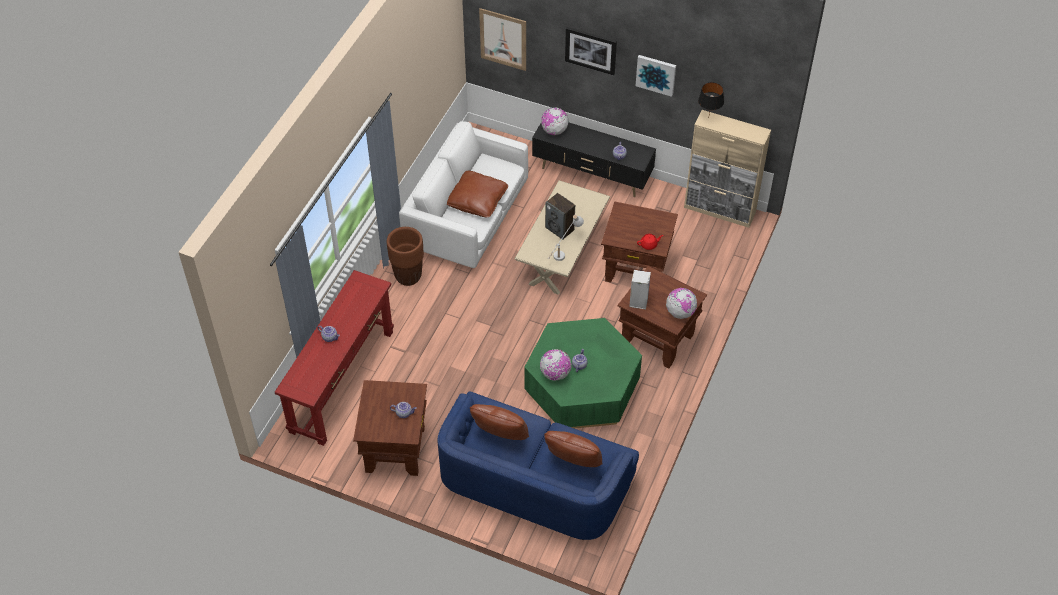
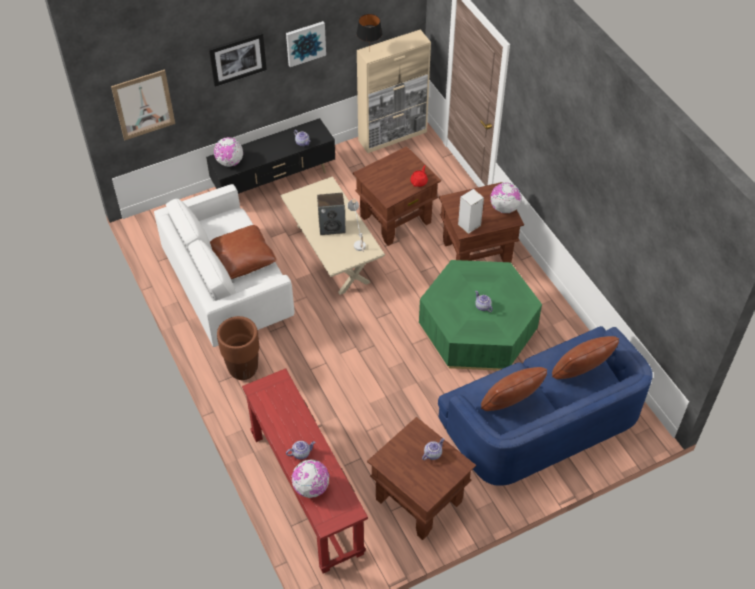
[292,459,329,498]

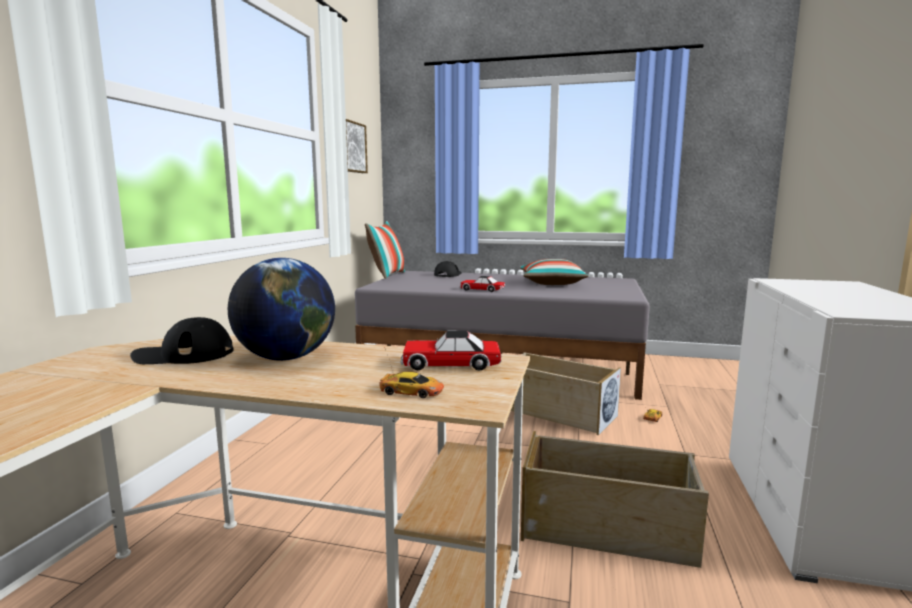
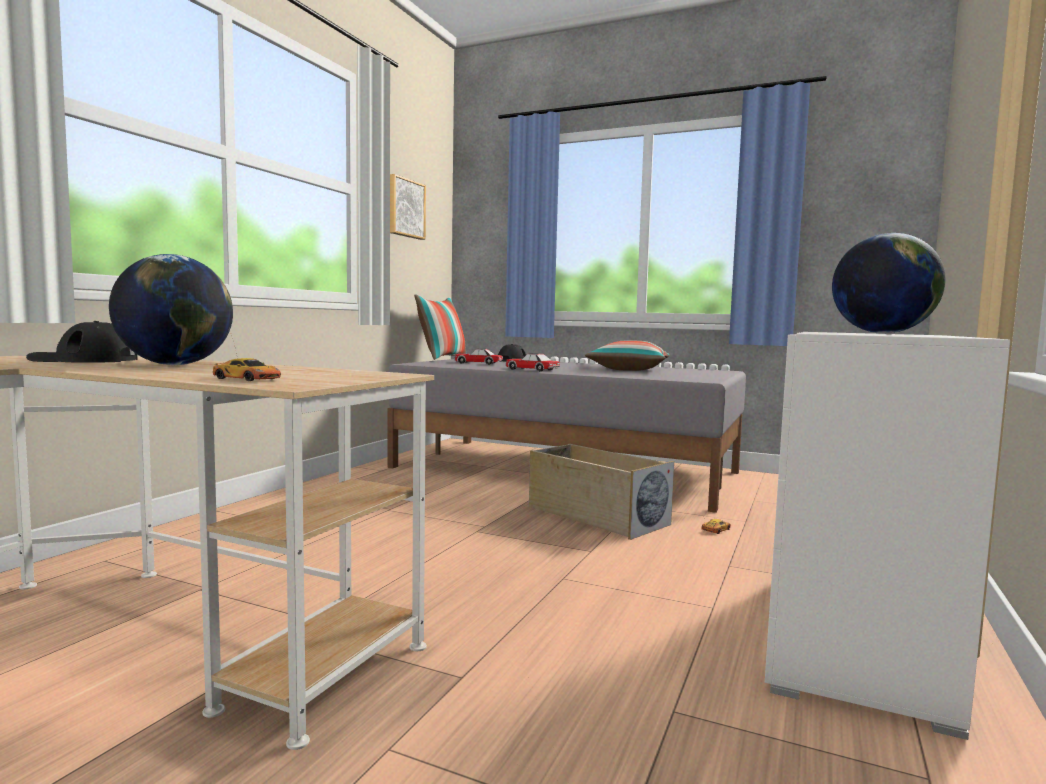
[454,349,503,364]
[521,431,709,568] (first image)
[832,233,946,333]

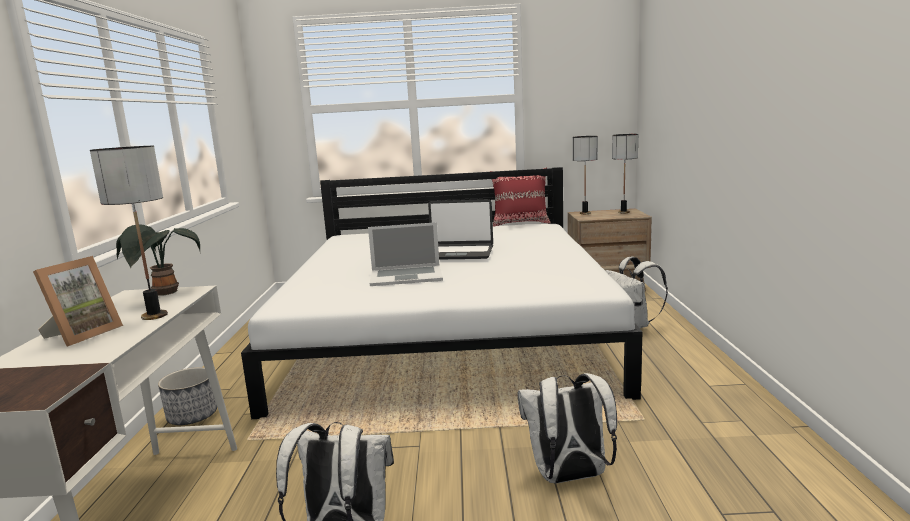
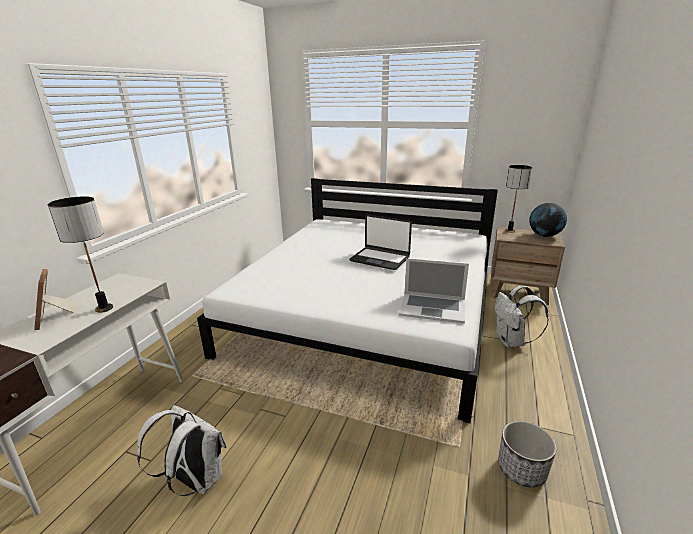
[34,269,79,330]
[116,224,201,296] (first image)
[498,421,557,487]
[399,258,469,324]
[489,168,551,227] (first image)
[517,373,617,483] (first image)
[529,203,567,237]

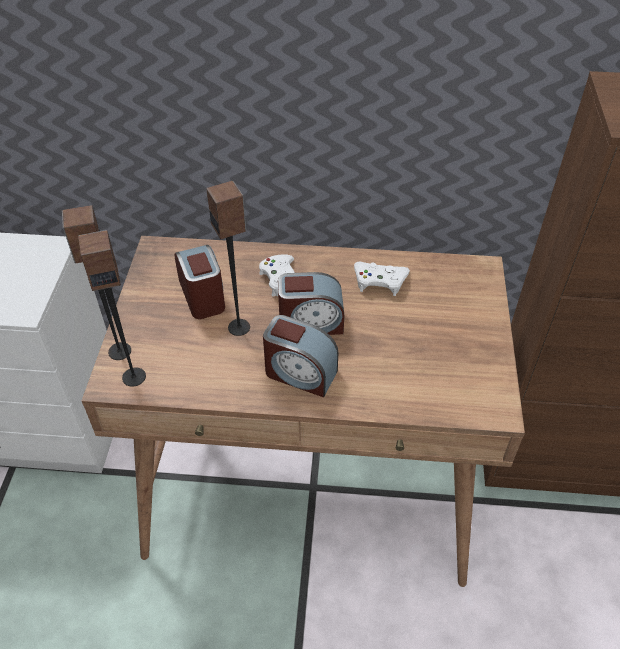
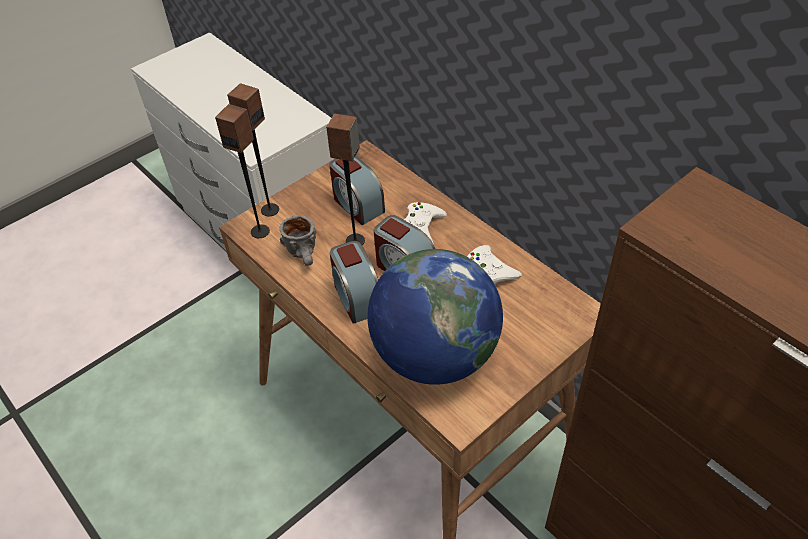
[329,156,385,225]
[280,215,316,266]
[367,249,503,385]

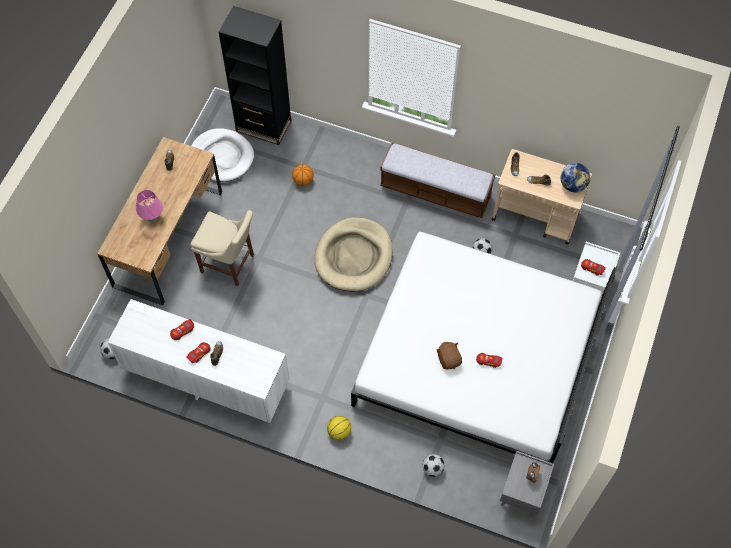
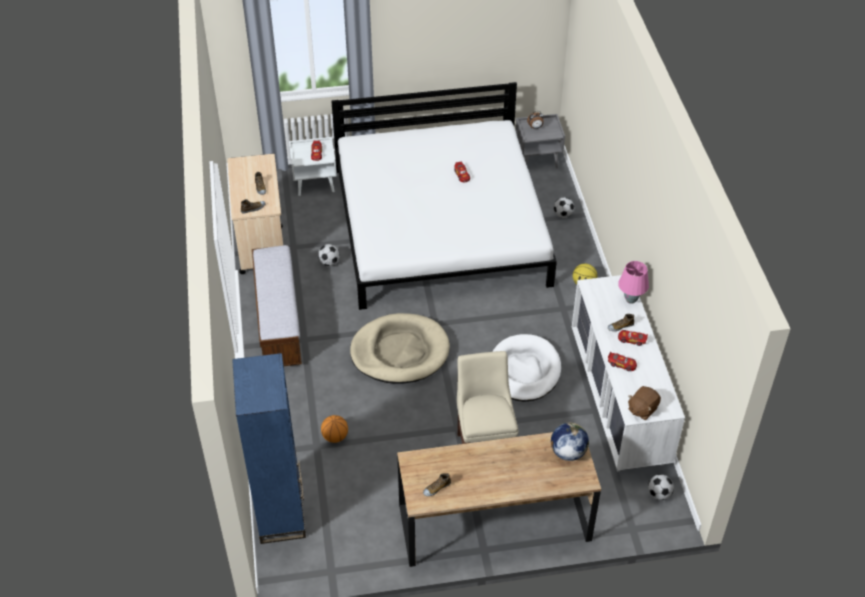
[618,261,649,304]
[492,334,561,402]
[232,353,306,544]
[628,386,661,420]
[551,422,589,461]

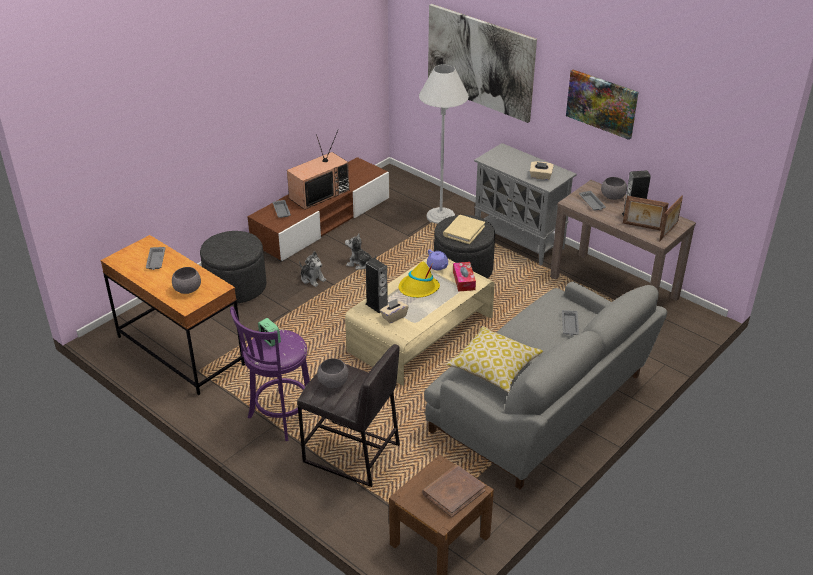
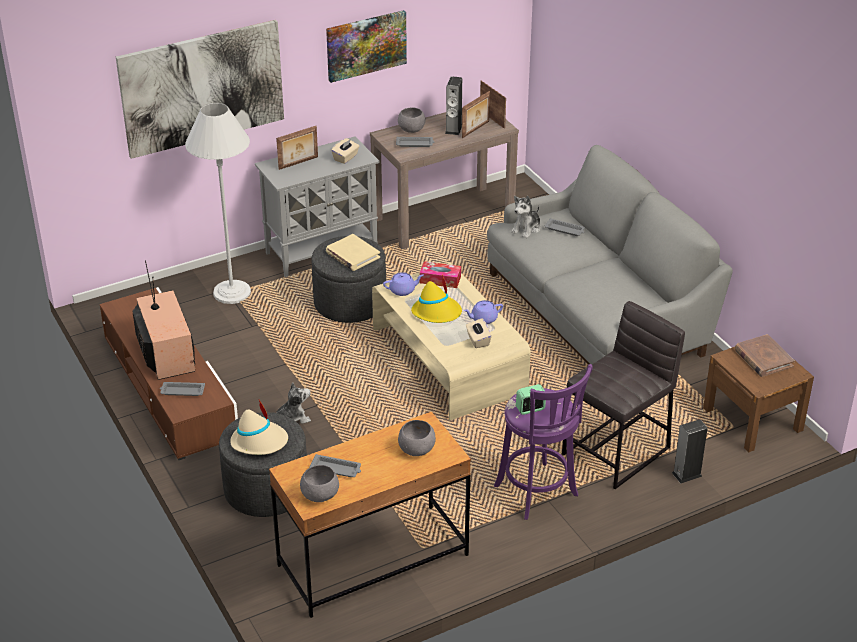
[300,465,339,502]
[511,196,541,238]
[672,419,707,483]
[446,326,543,392] (first image)
[230,400,288,455]
[276,126,318,170]
[463,300,503,324]

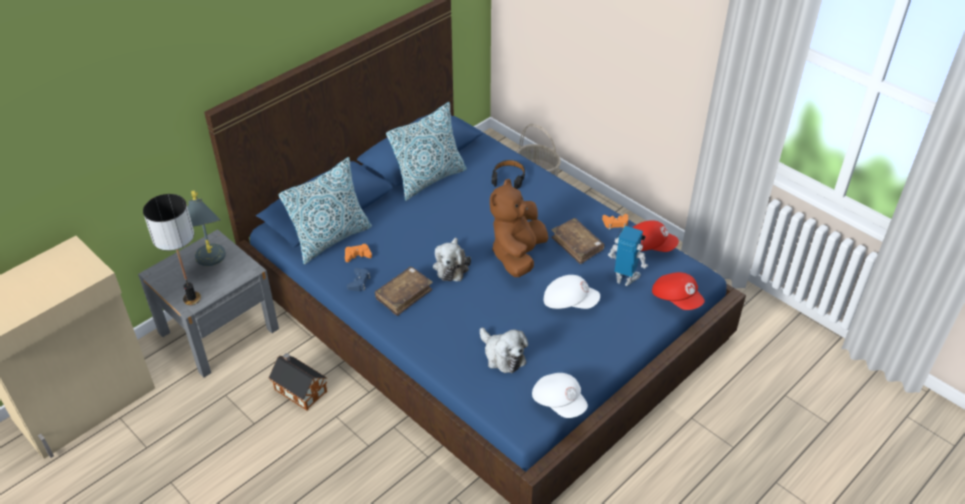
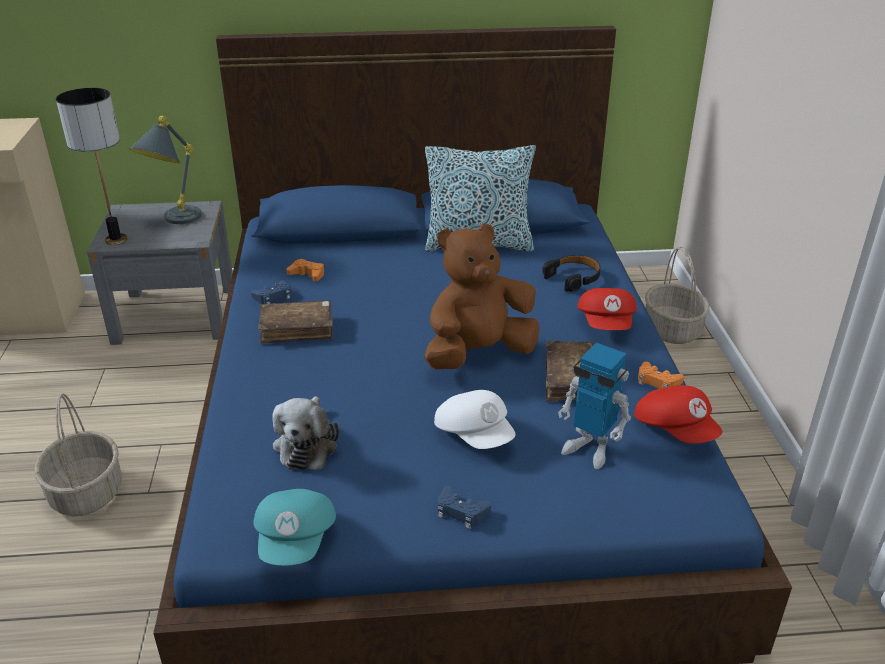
[269,353,327,411] (first image)
[278,157,372,265] (first image)
[433,238,471,281] (first image)
[253,489,336,566]
[558,343,631,469]
[577,288,637,330]
[34,394,122,516]
[438,486,491,529]

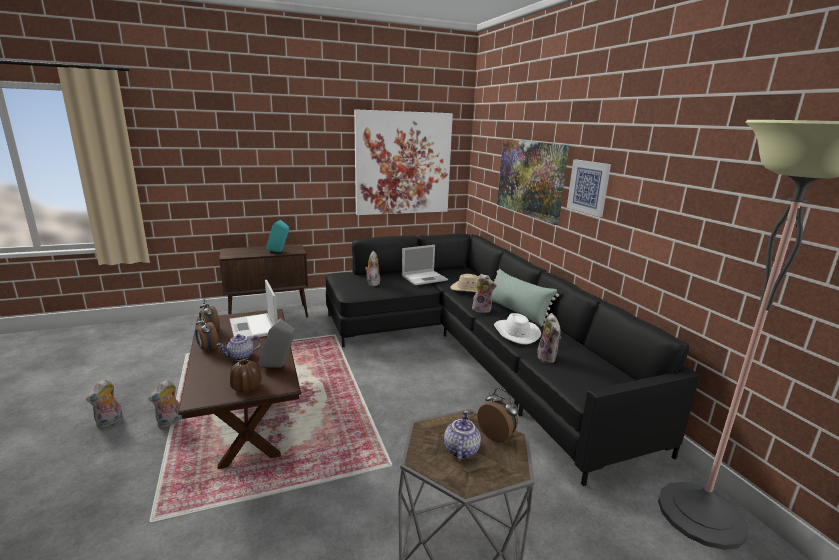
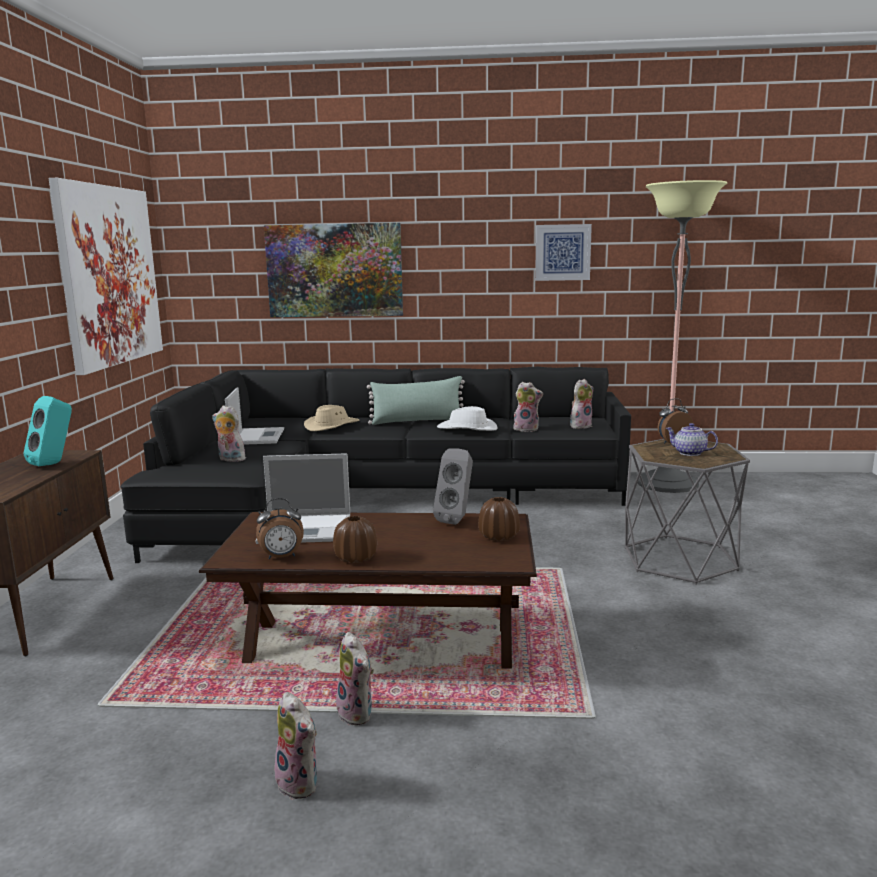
[333,516,377,563]
[217,334,262,361] (first image)
[570,379,593,429]
[535,224,592,281]

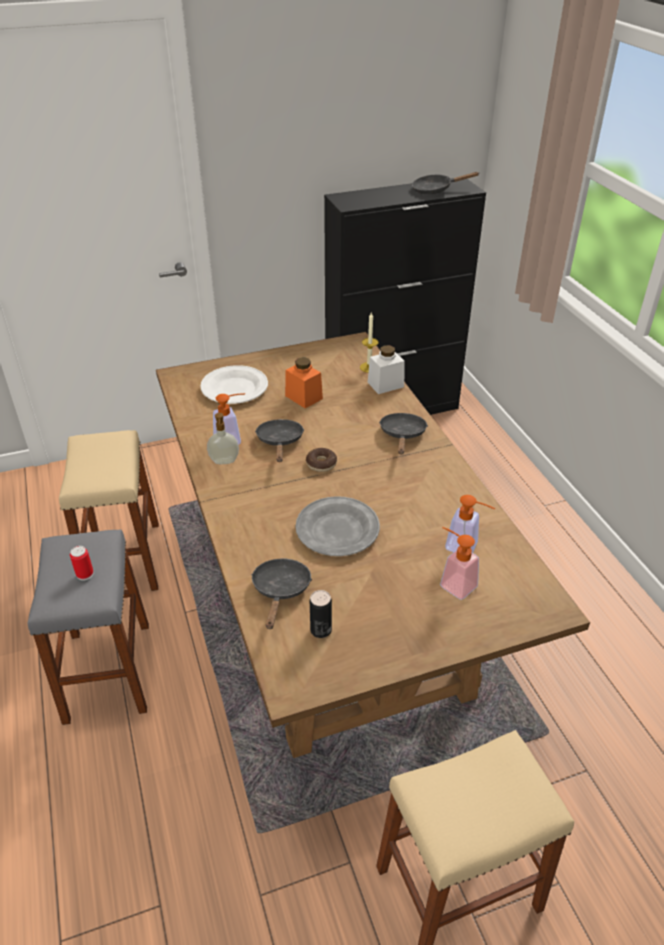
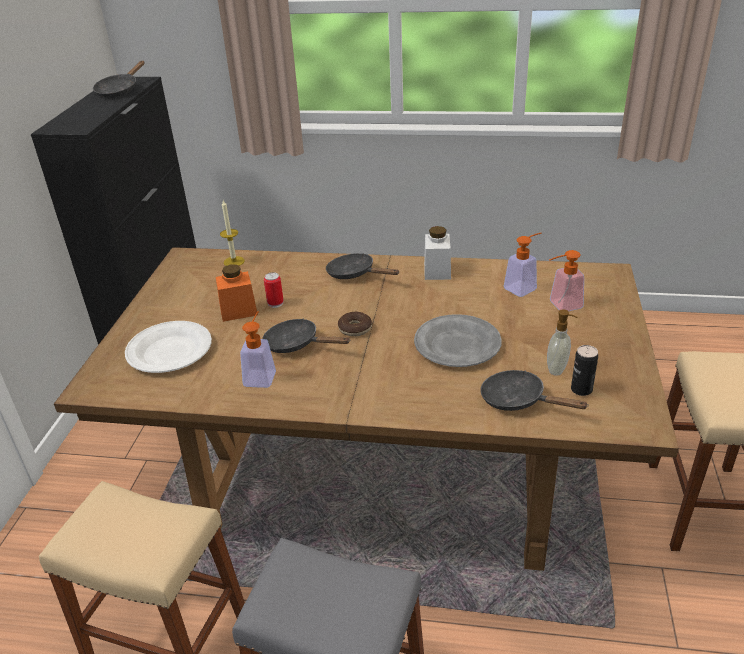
[264,272,284,308]
[547,309,577,376]
[424,226,451,280]

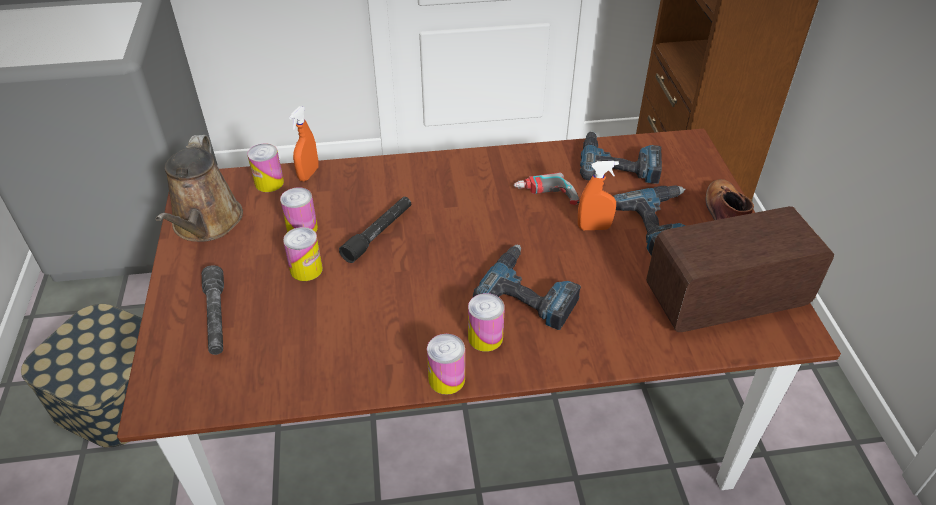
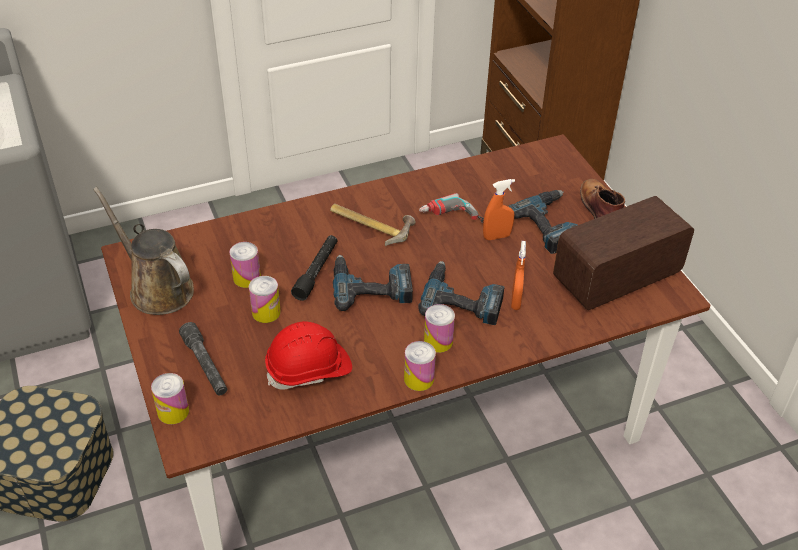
[93,187,194,315]
[151,373,189,424]
[511,241,526,310]
[333,255,413,311]
[265,321,352,390]
[330,204,416,246]

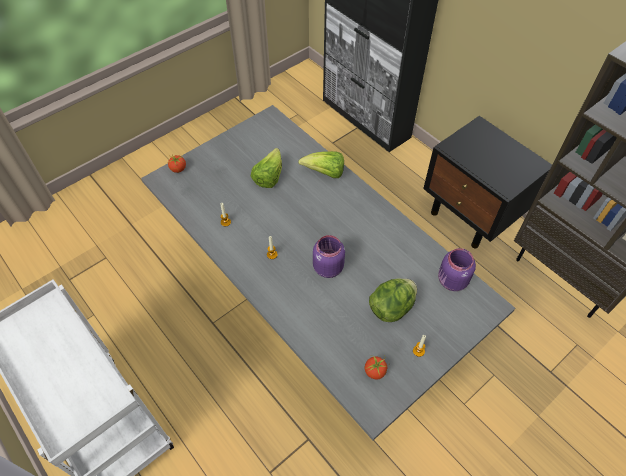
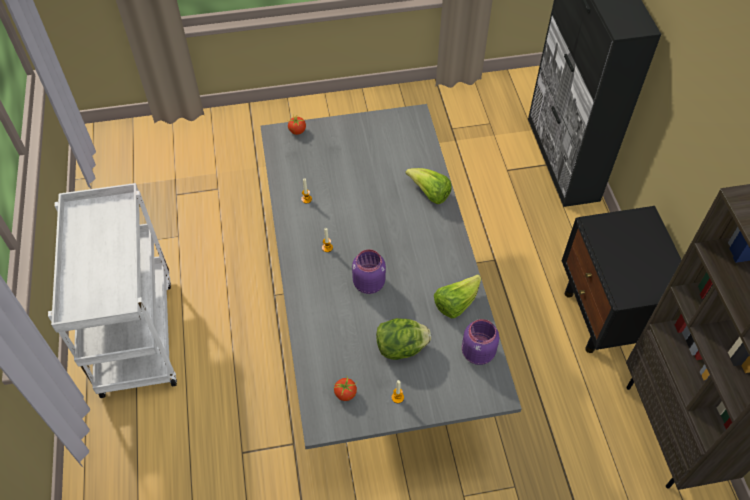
[434,274,481,318]

